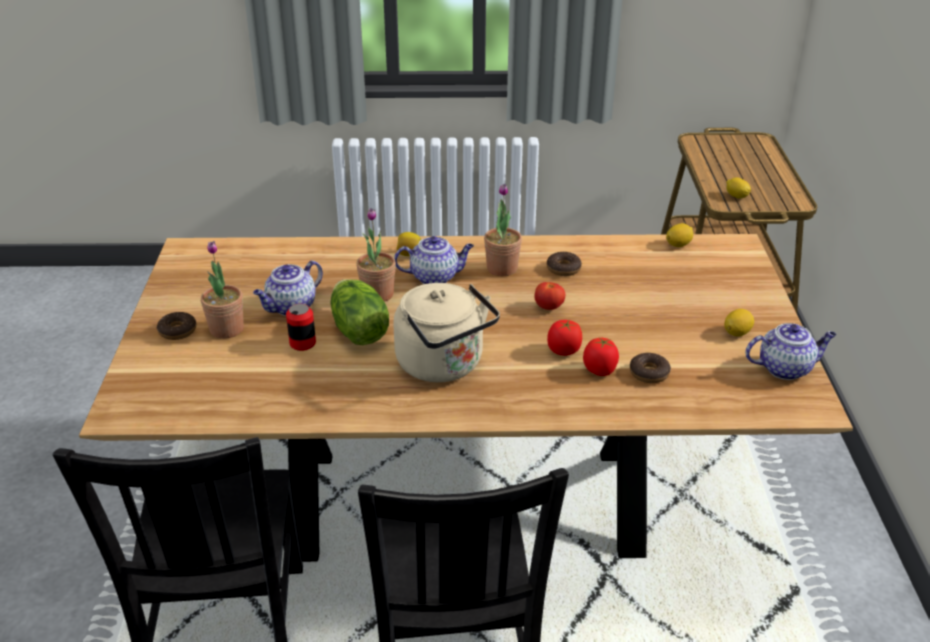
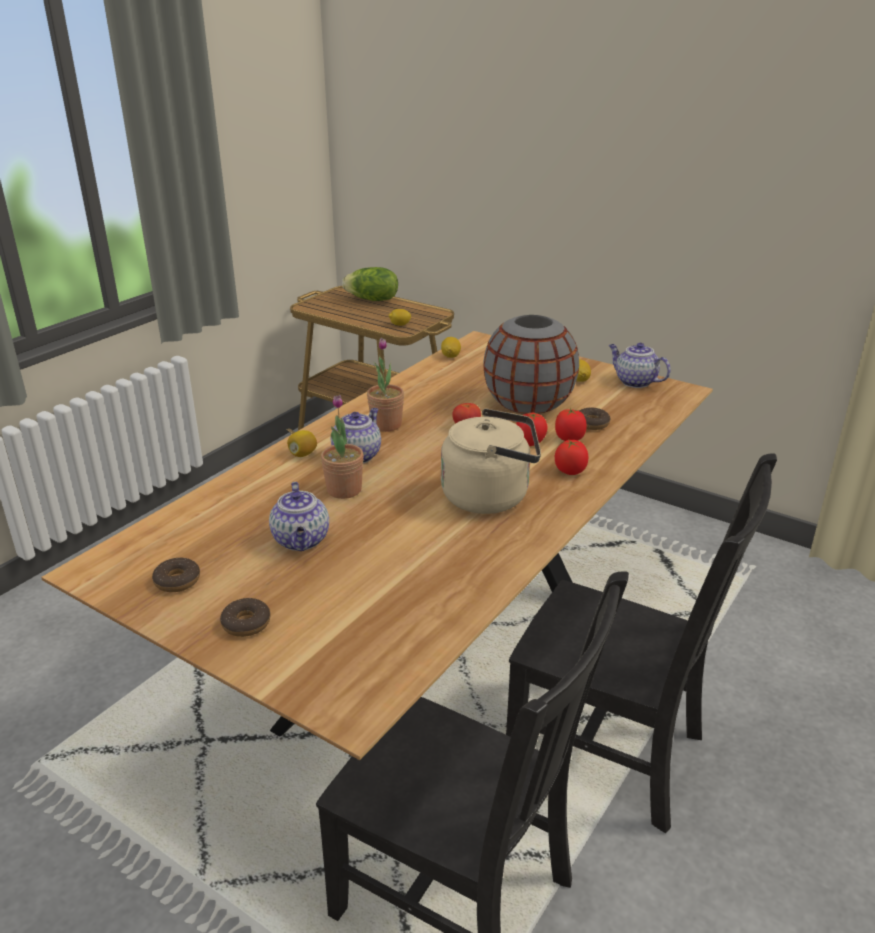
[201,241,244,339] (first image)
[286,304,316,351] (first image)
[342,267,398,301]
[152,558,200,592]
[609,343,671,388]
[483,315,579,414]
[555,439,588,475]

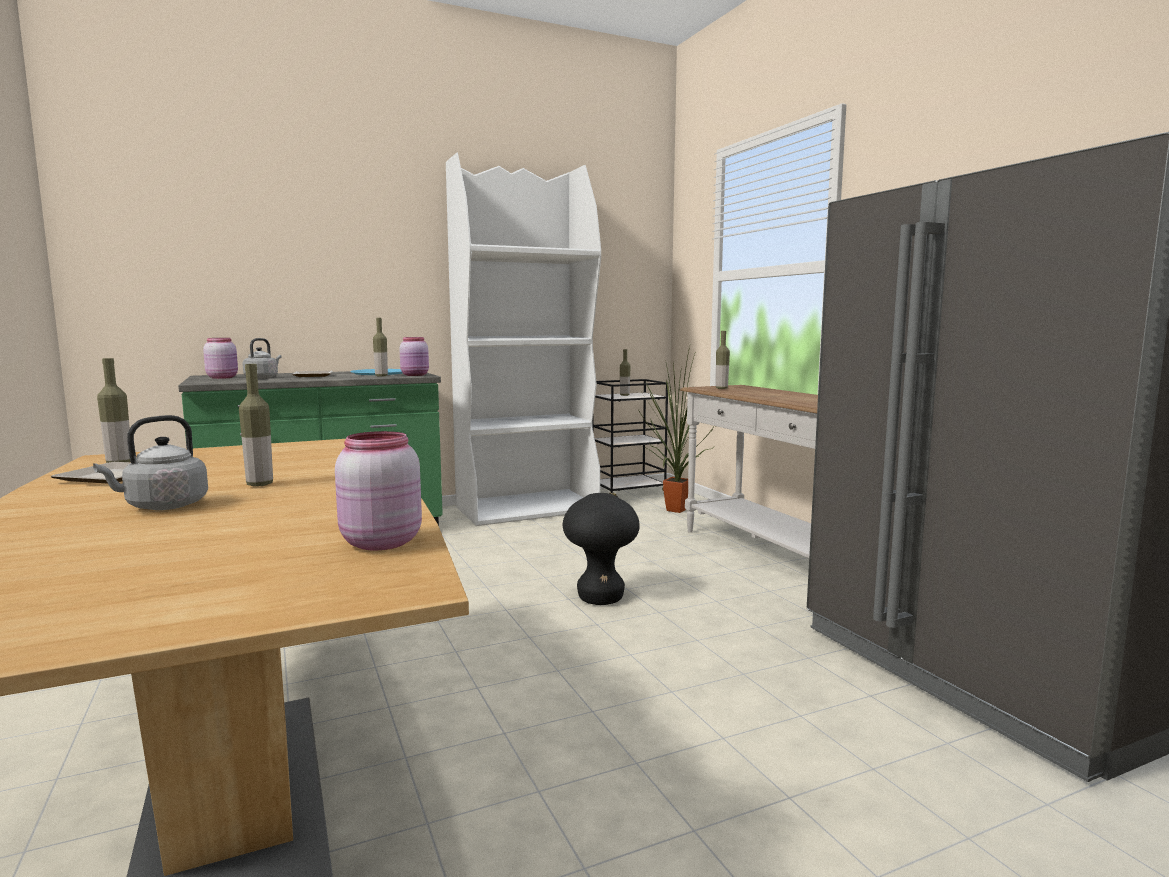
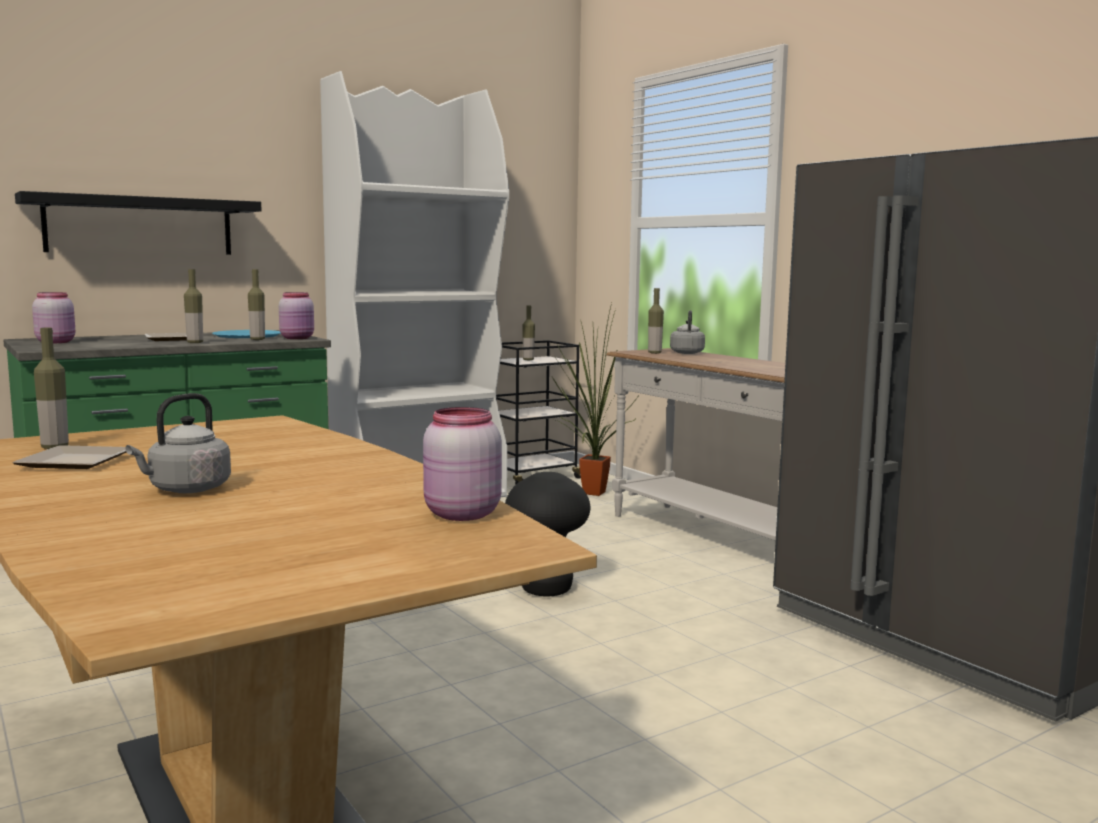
[184,269,203,343]
[670,310,705,354]
[15,191,262,255]

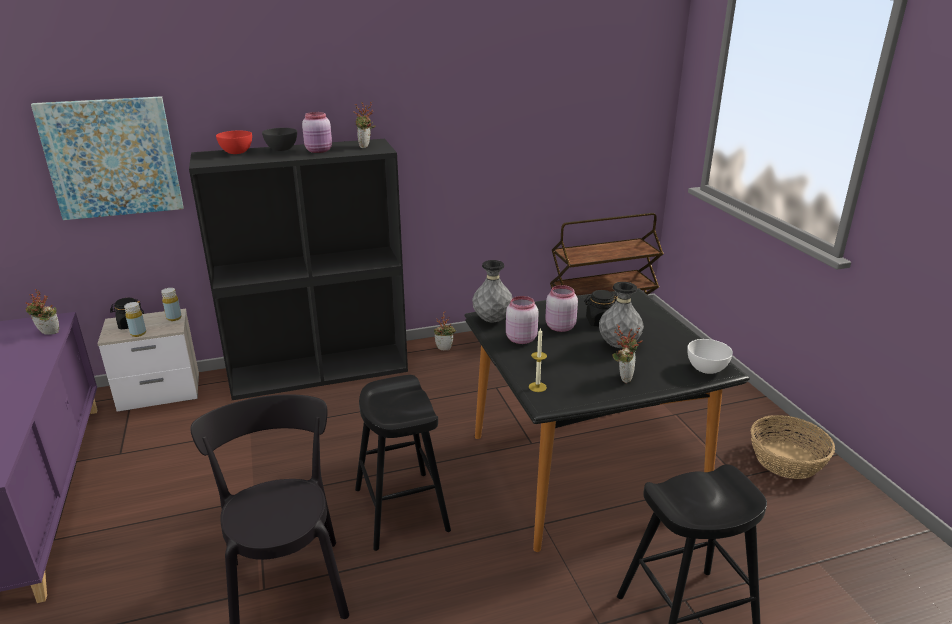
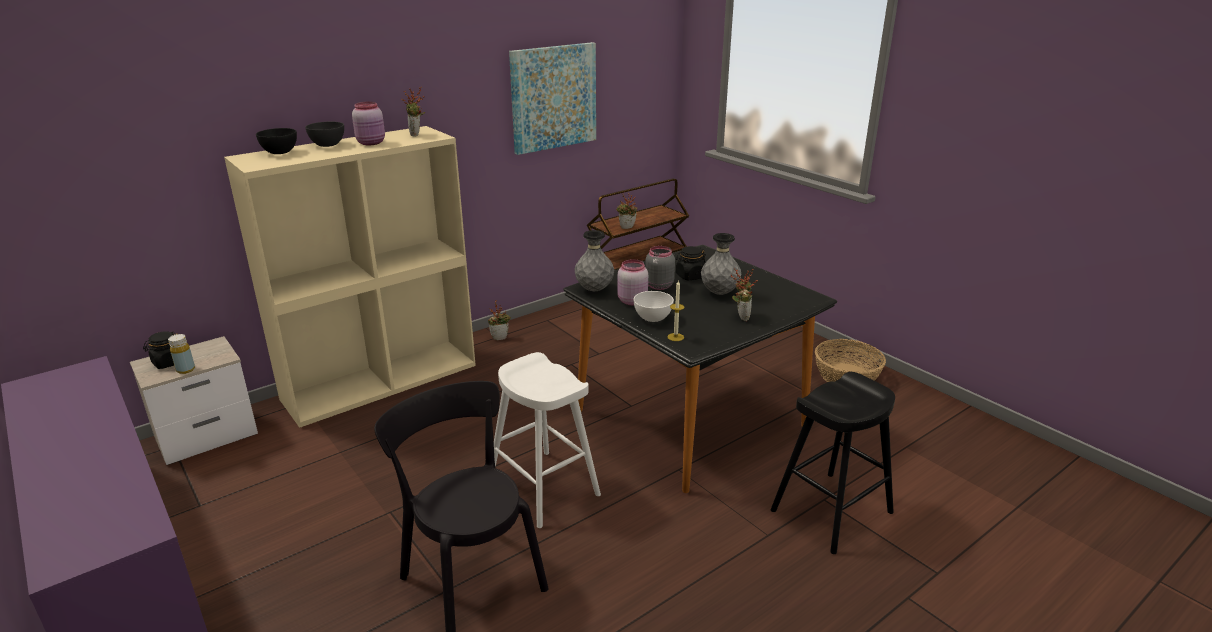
[616,193,637,229]
[509,42,596,155]
[161,288,182,321] (first image)
[224,126,476,428]
[256,128,297,154]
[494,352,601,528]
[645,246,675,290]
[634,291,674,322]

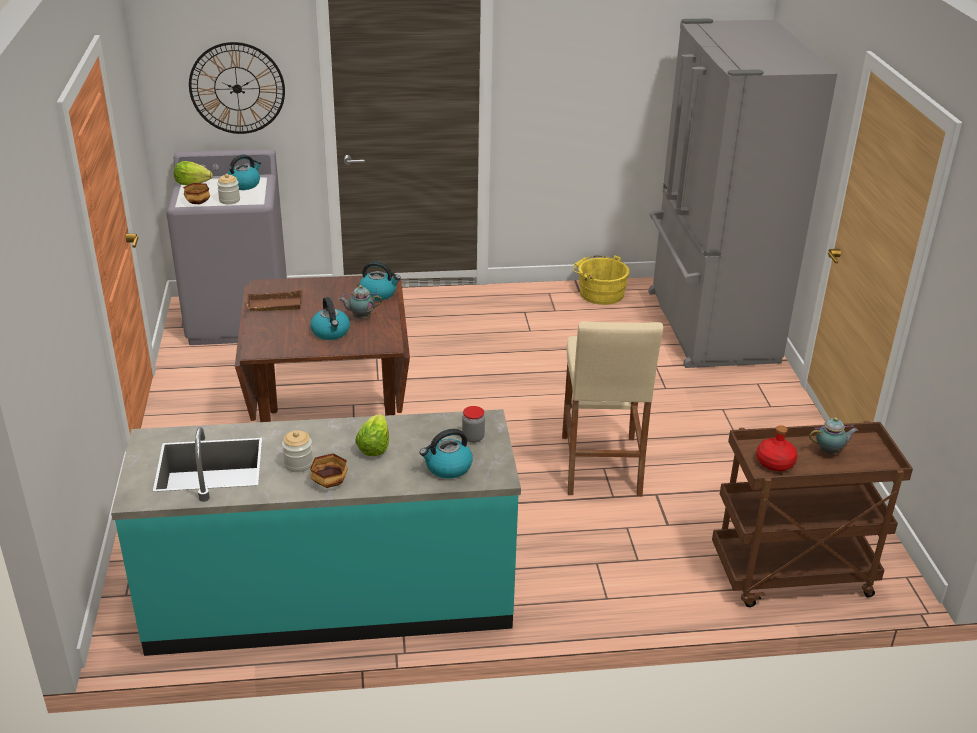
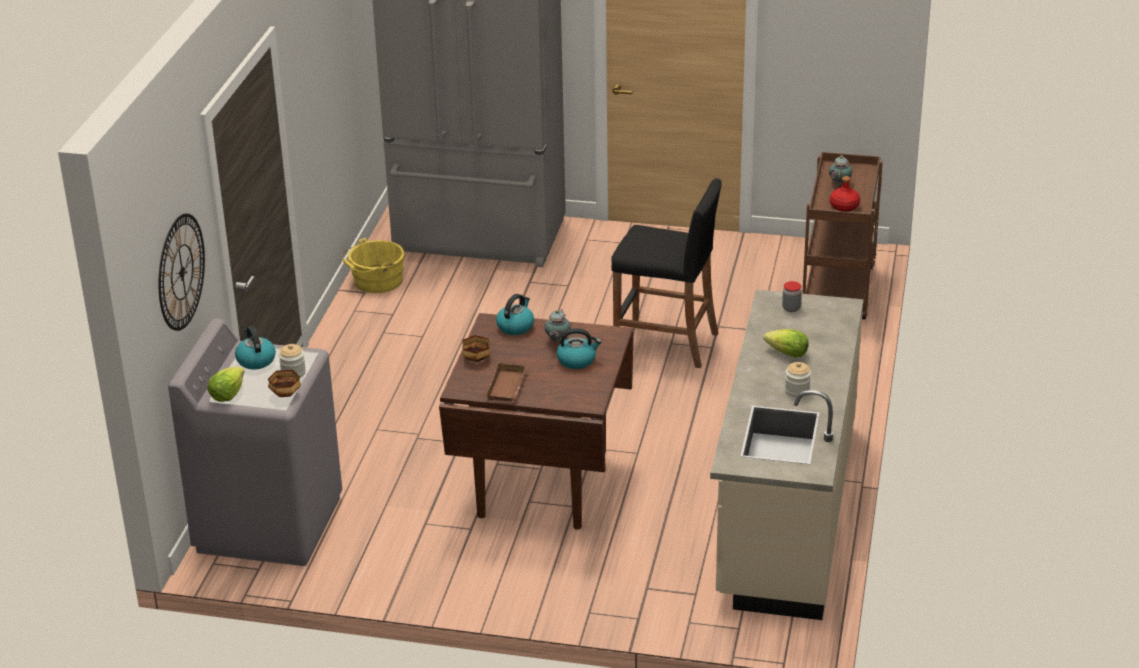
[710,290,863,620]
[462,335,490,362]
[420,429,473,479] (first image)
[611,178,722,368]

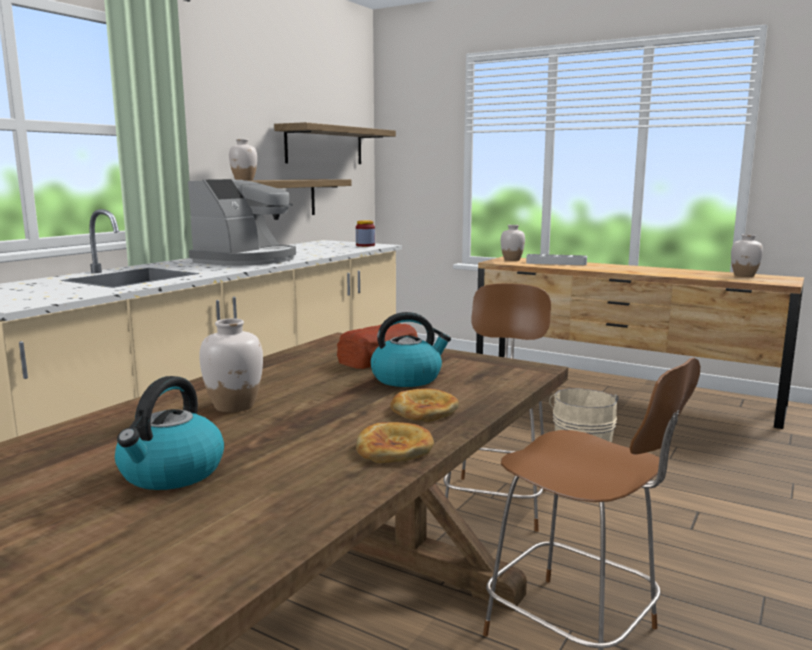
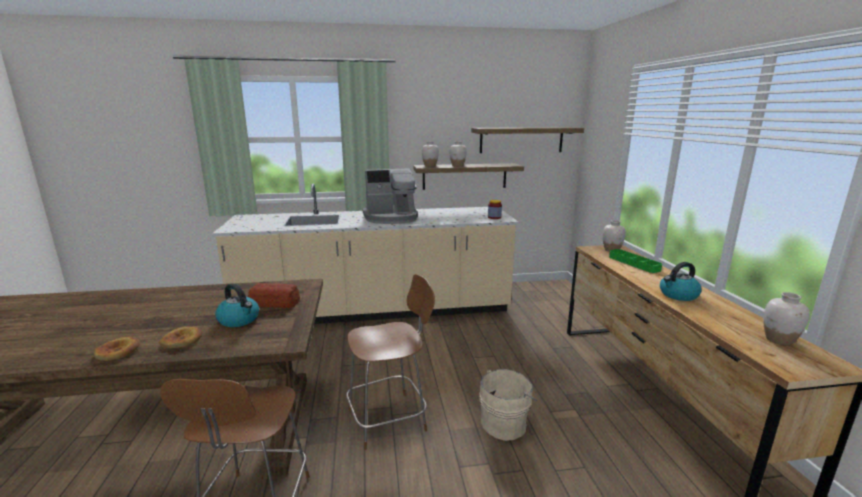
[660,262,702,301]
[450,141,467,167]
[609,249,662,273]

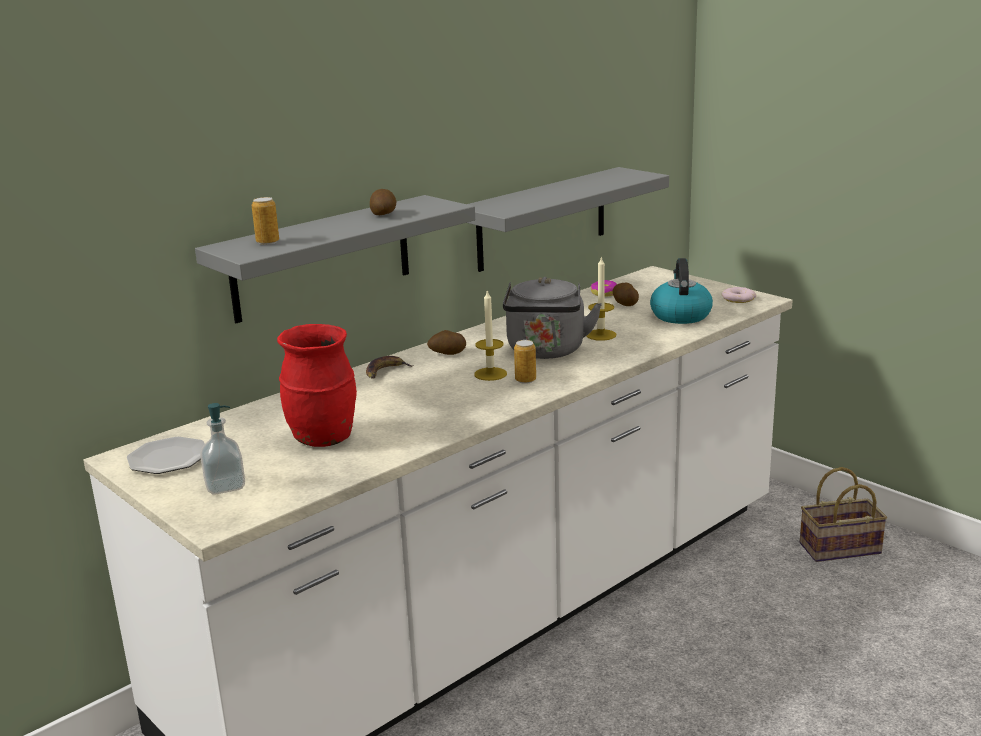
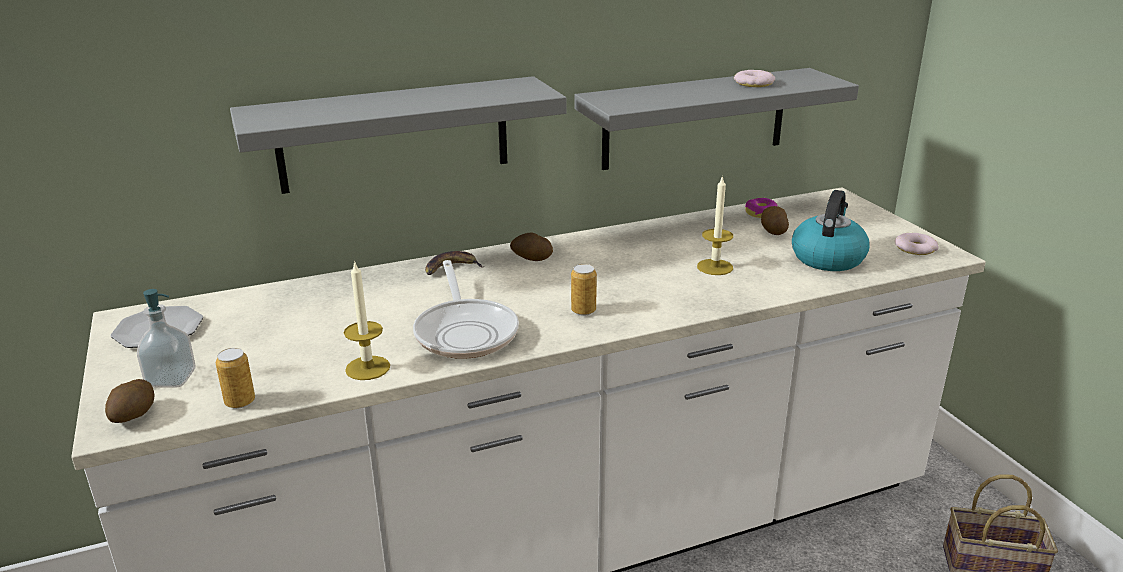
[216,348,255,409]
[277,324,357,447] (first image)
[105,379,155,423]
[344,260,390,380]
[503,277,602,359] (first image)
[413,260,519,359]
[734,70,775,87]

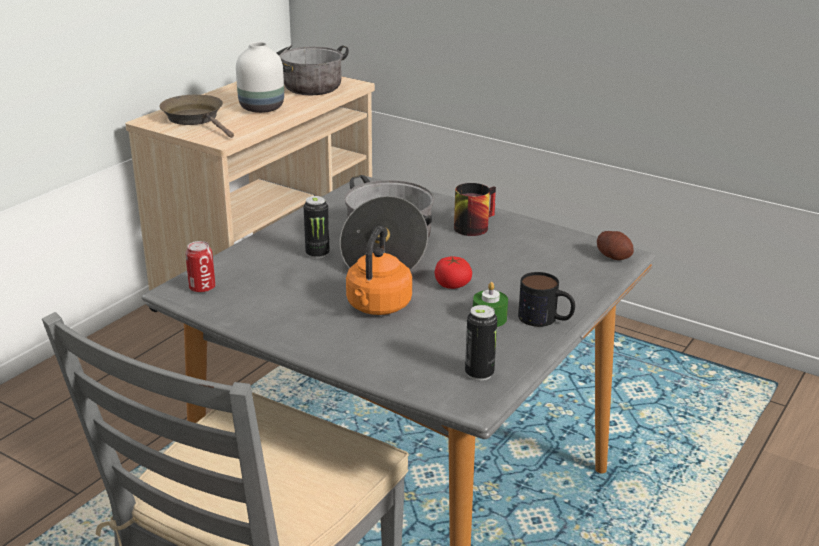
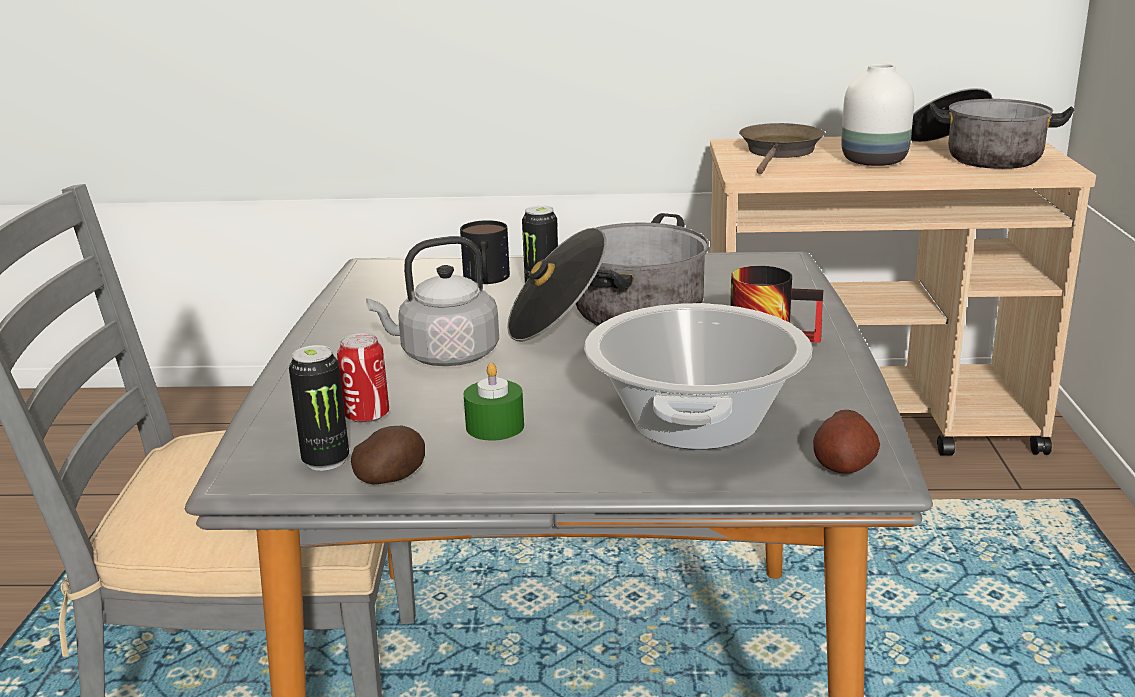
[337,333,389,423]
[366,236,499,366]
[435,257,472,289] (first image)
[460,220,510,284]
[351,426,425,484]
[584,303,813,450]

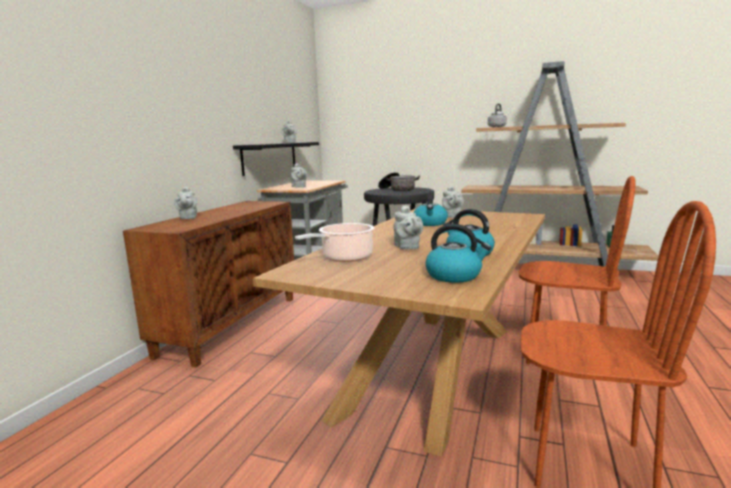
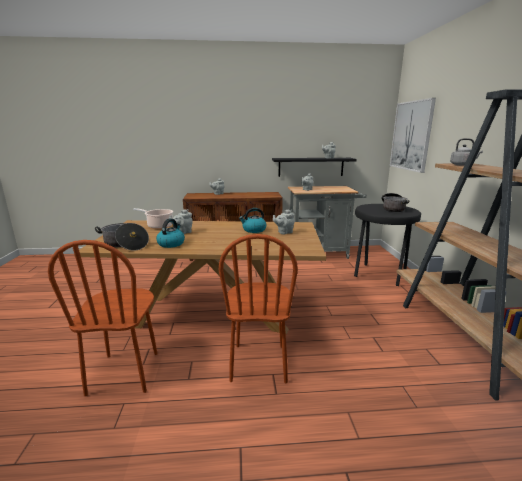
[95,223,149,251]
[390,98,436,173]

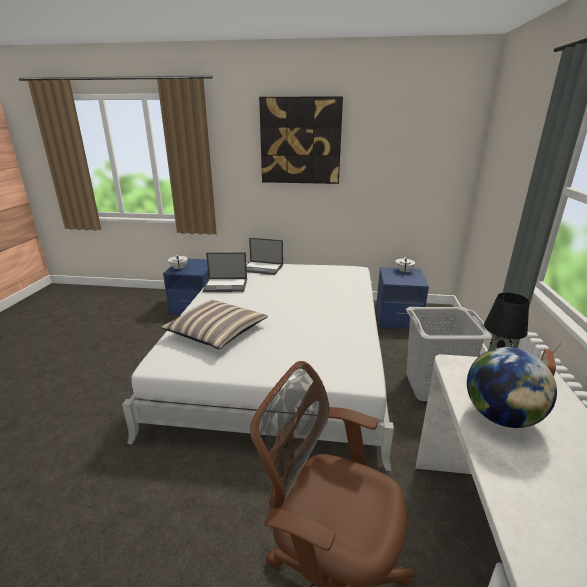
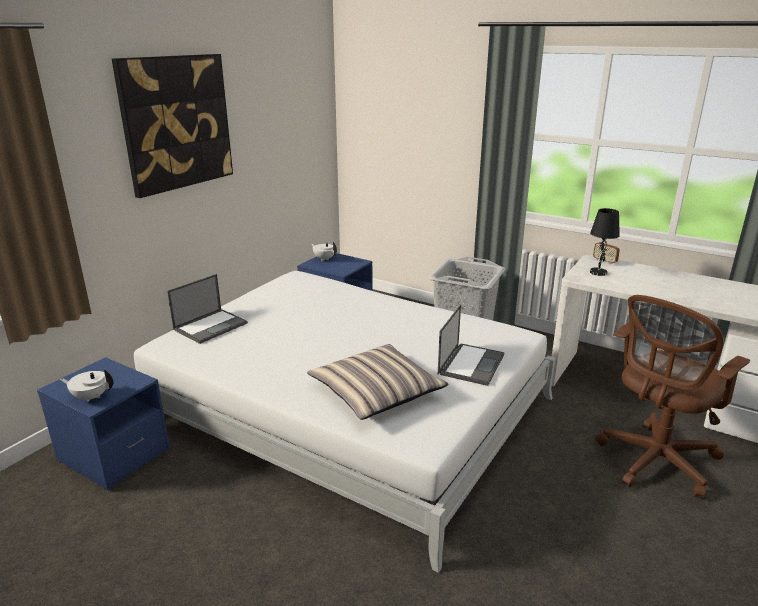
[438,305,504,386]
[467,347,557,428] (first image)

